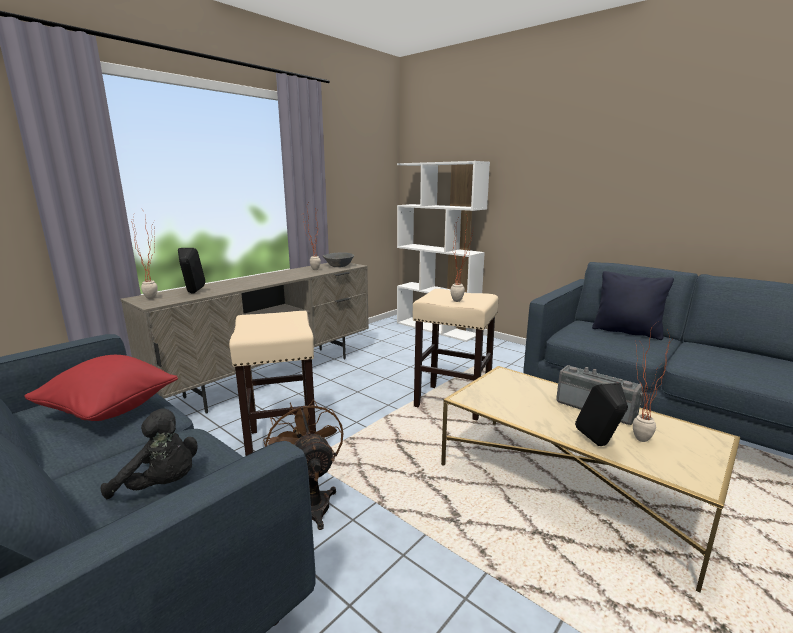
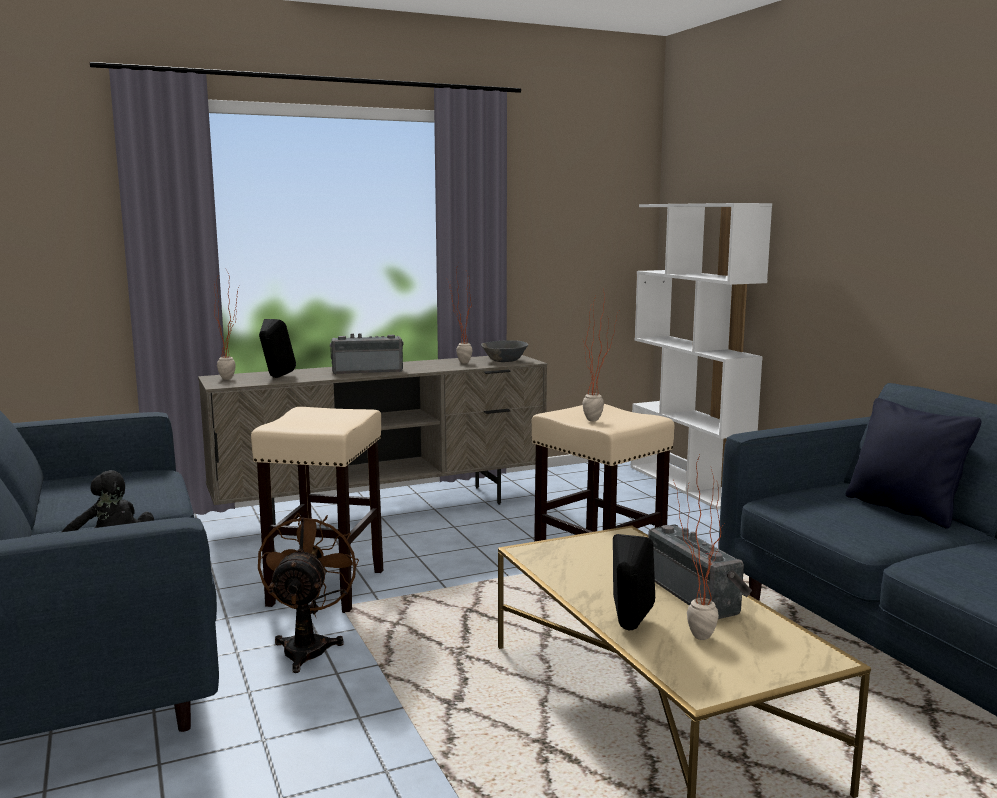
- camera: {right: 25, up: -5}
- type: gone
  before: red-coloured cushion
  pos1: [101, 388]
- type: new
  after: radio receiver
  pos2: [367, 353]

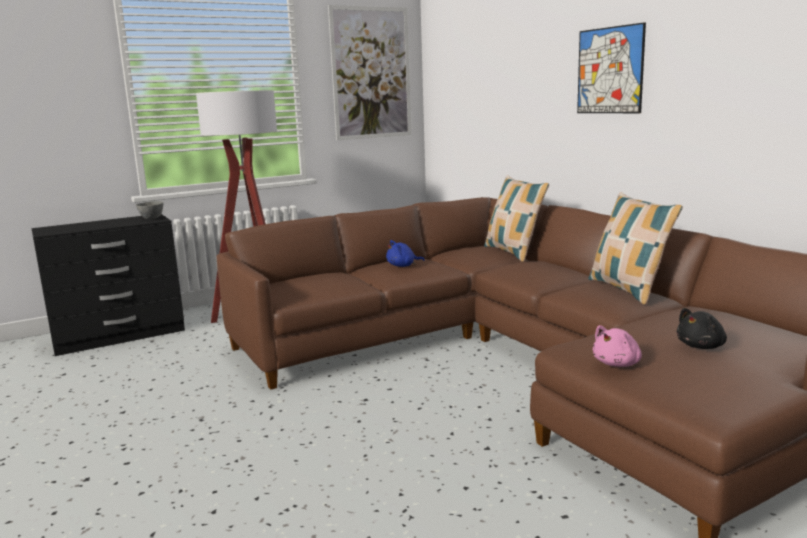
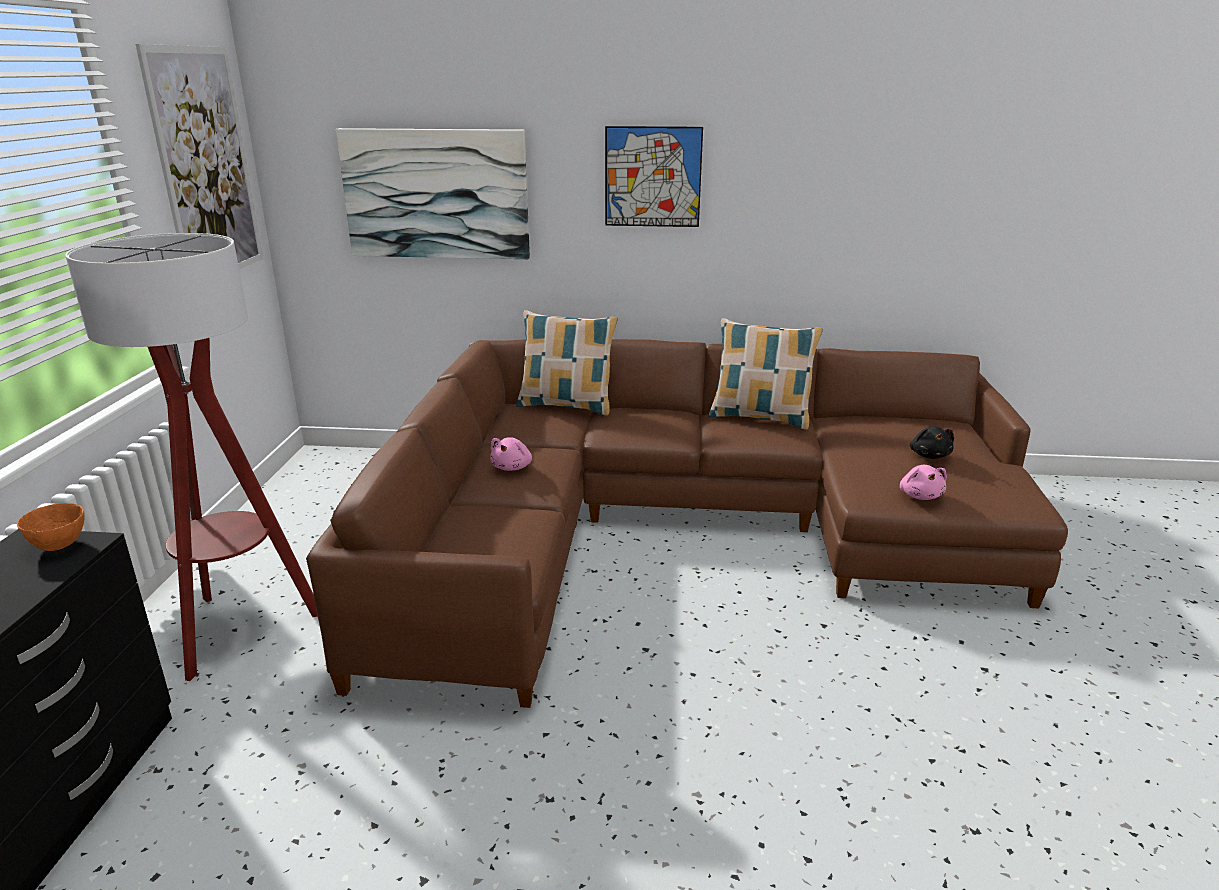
- camera: {right: -55, up: 10}
- type: repainted
  before: greyish serving bowl
  after: orange serving bowl
  pos1: [149, 210]
  pos2: [50, 527]
- type: repainted
  before: blue-coloured plush toy
  after: pinkish plush toy
  pos1: [405, 253]
  pos2: [511, 454]
- type: new
  after: wall picture
  pos2: [433, 193]

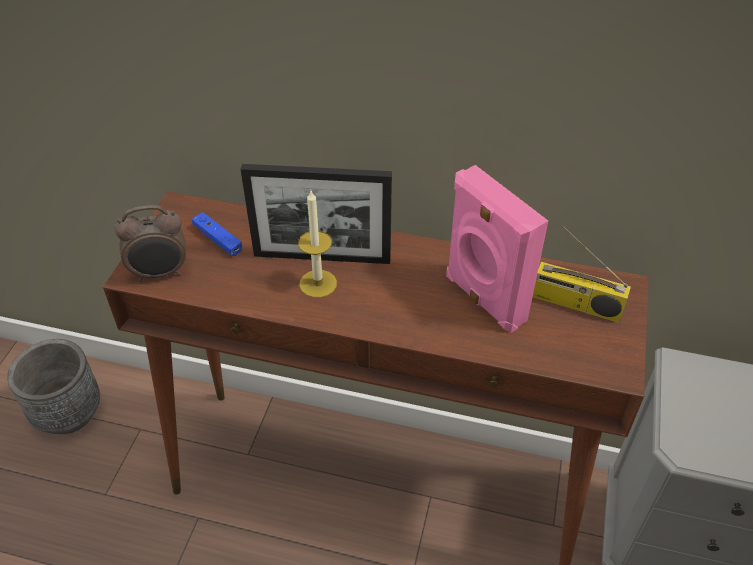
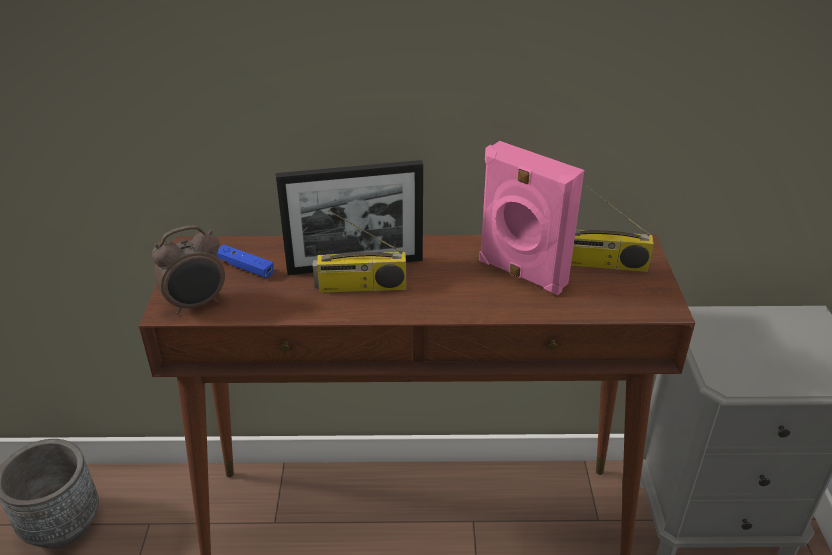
- camera: {right: -15, up: -10}
- type: swapped
  before: wax light
  after: radio receiver
  pos1: [317, 244]
  pos2: [359, 251]

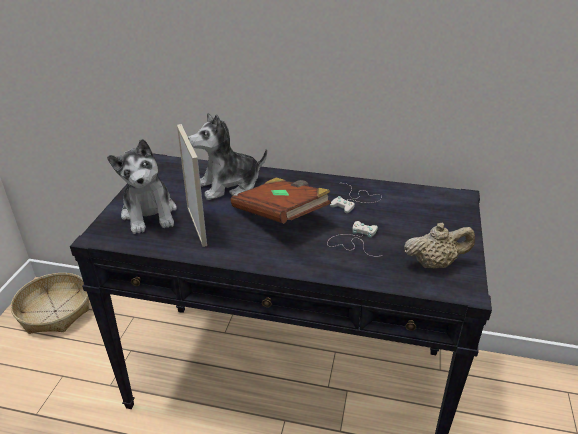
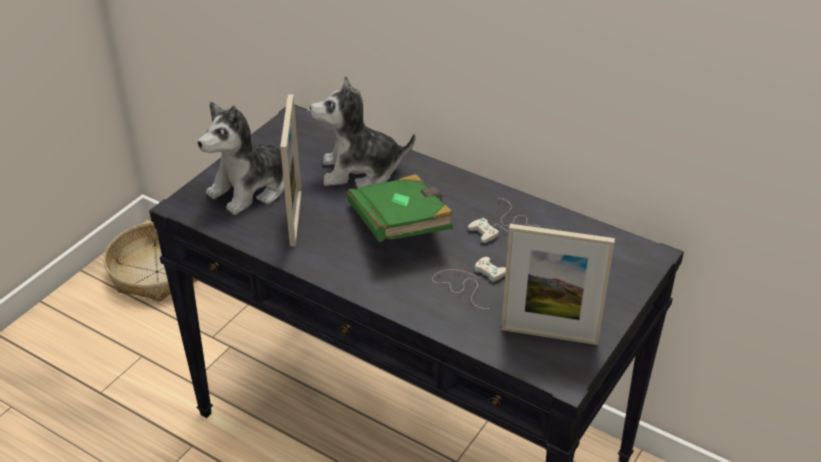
- camera: {right: 20, up: 5}
- type: rotated
  before: plush toy
  pos1: [142, 186]
  pos2: [240, 158]
  turn: 45
- type: repainted
  before: brown book
  after: greenish book
  pos1: [280, 201]
  pos2: [400, 208]
- type: swapped
  before: beige pot for tea
  after: picture frame
  pos1: [439, 245]
  pos2: [558, 284]

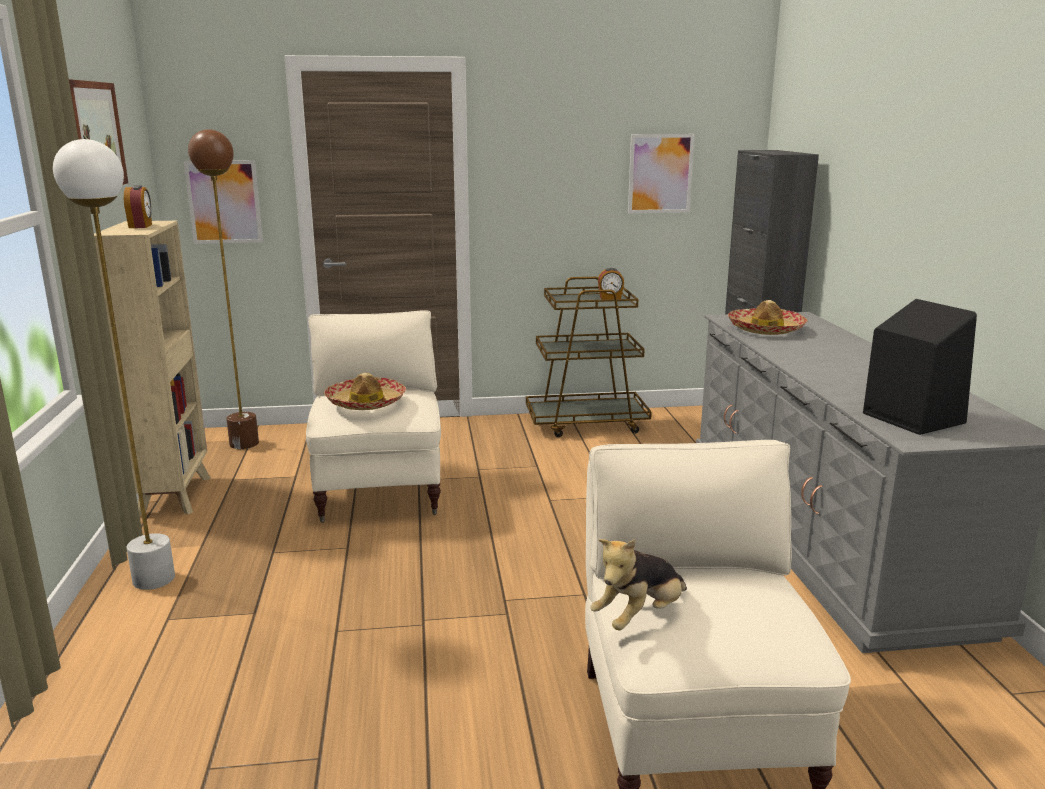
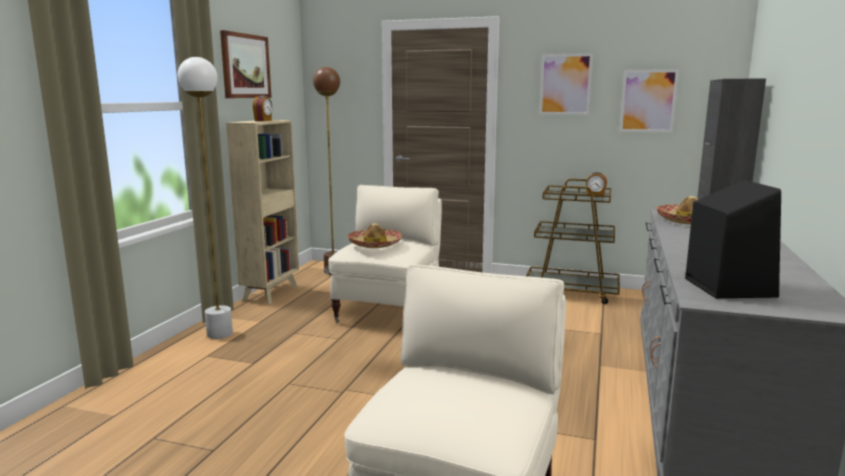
- camera: {right: 25, up: -5}
- type: shifted
  before: wall picture
  pos1: [223, 202]
  pos2: [566, 84]
- type: gone
  before: plush toy
  pos1: [638, 584]

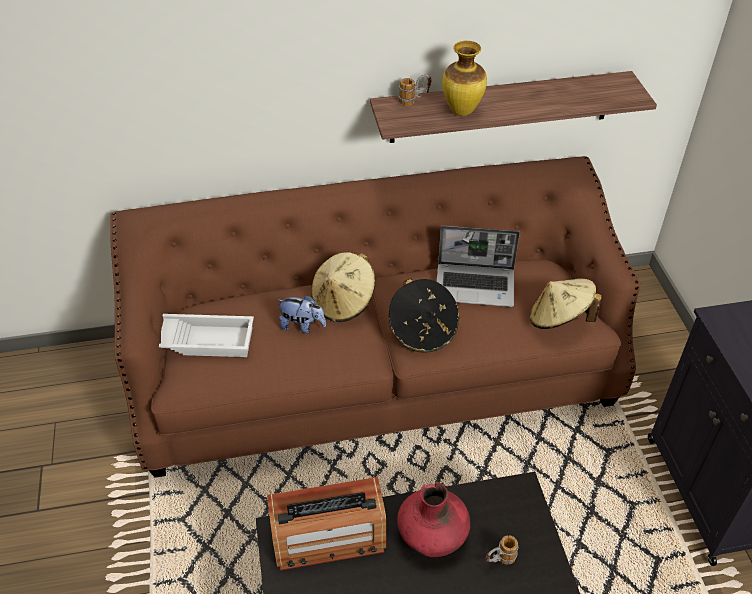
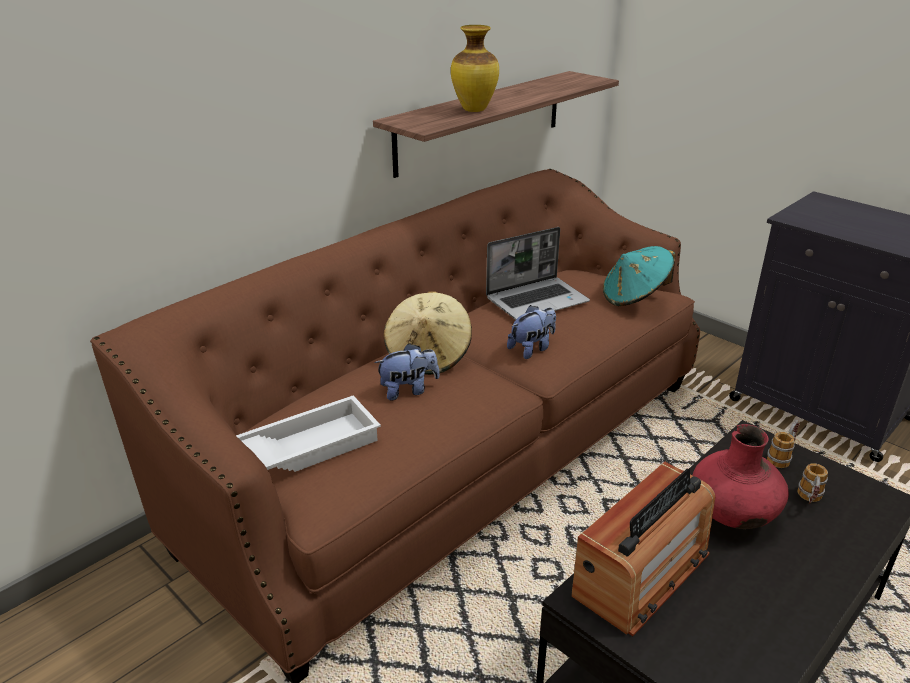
- camera: {right: -35, up: -15}
- type: swapped
  before: blackish wearable hat
  after: plush toy
  pos1: [424, 316]
  pos2: [531, 332]
- type: shifted
  before: mug
  pos1: [415, 90]
  pos2: [783, 444]
- type: repainted
  before: beige wearable hat
  after: blue-green wearable hat
  pos1: [566, 303]
  pos2: [639, 276]

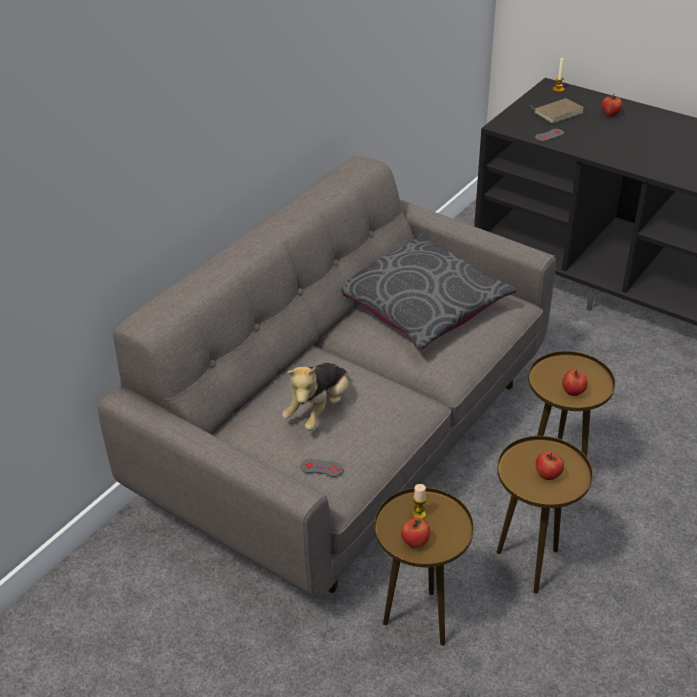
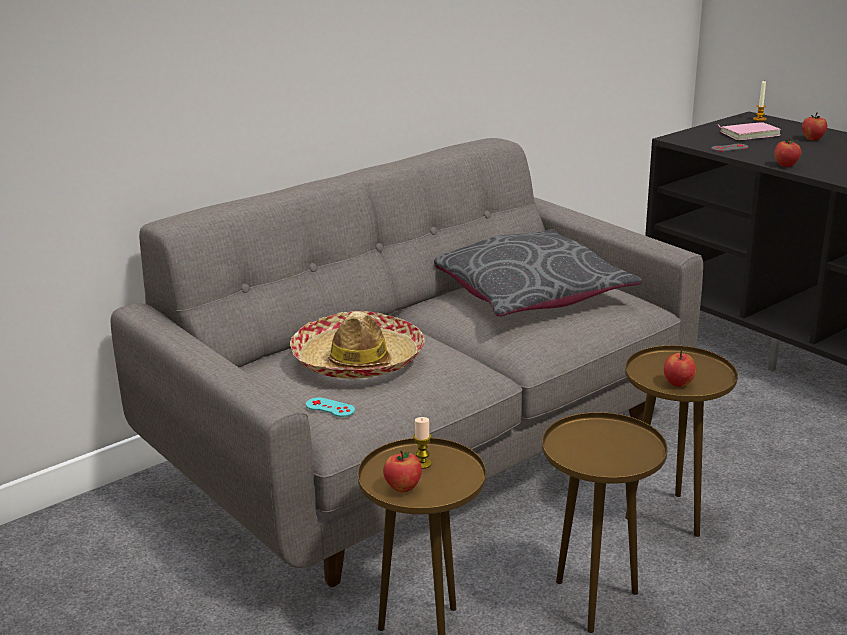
- camera: {right: 15, up: -15}
- type: swapped
  before: plush toy
  after: wearable hat
  pos1: [315, 397]
  pos2: [357, 345]
- type: repainted
  before: greyish gamepad
  after: blue-green gamepad
  pos1: [321, 468]
  pos2: [330, 407]
- type: repainted
  before: brown book
  after: pinkish book
  pos1: [556, 110]
  pos2: [749, 131]
- type: shifted
  before: whole apple
  pos1: [550, 465]
  pos2: [787, 152]

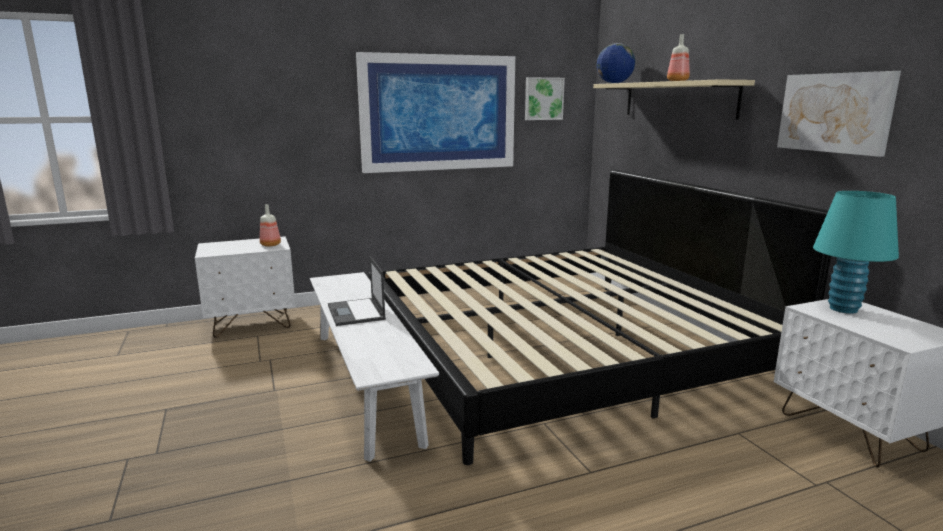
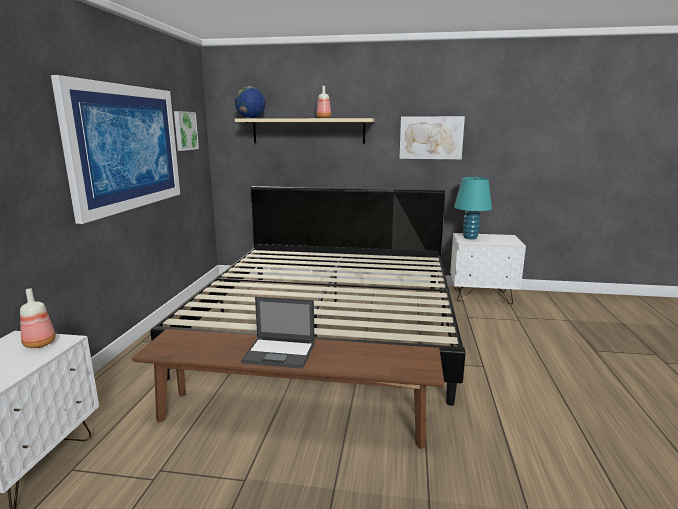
- camera: {right: -60, up: 0}
- type: repainted
  before: white bench
  after: brown bench
  pos1: [374, 367]
  pos2: [287, 389]

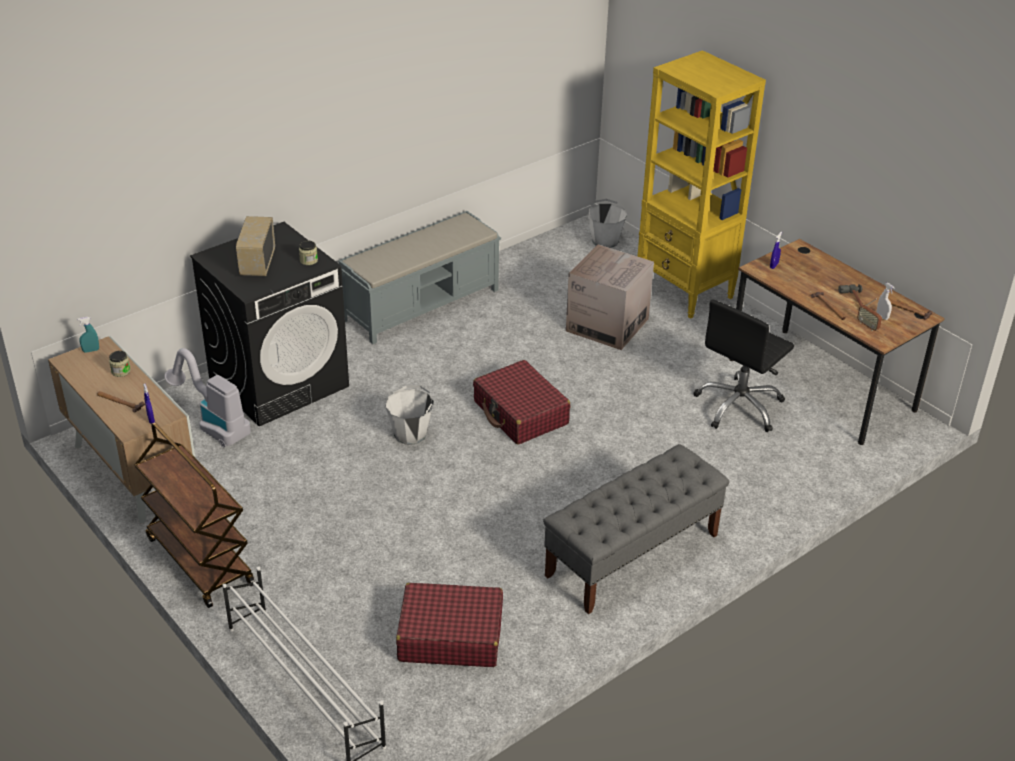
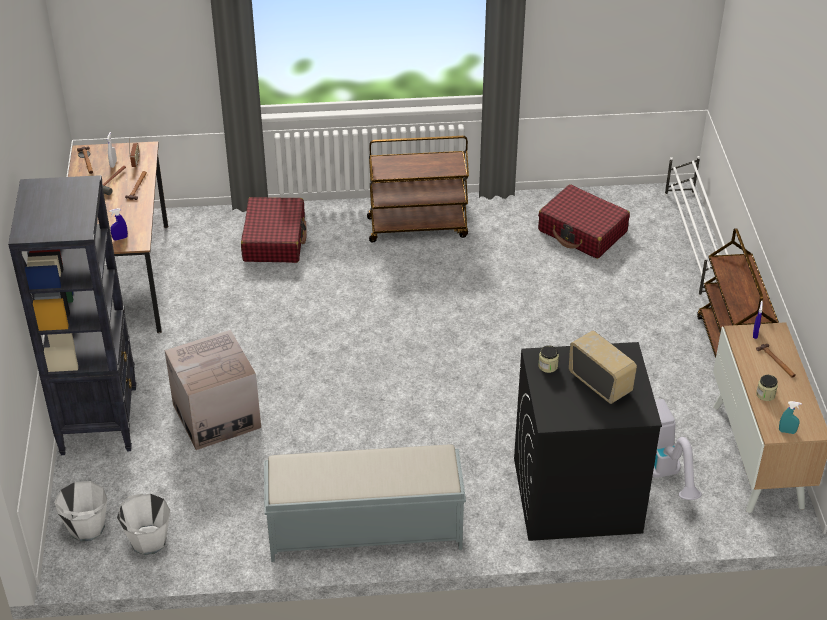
- camera: {right: -145, up: 5}
- type: rotated
  before: radio receiver
  pos1: [255, 246]
  pos2: [603, 367]
  turn: -75
- type: shifted
  before: white water bucket
  pos1: [409, 415]
  pos2: [143, 524]
- type: shifted
  before: red-coloured piece of luggage
  pos1: [521, 402]
  pos2: [274, 230]
- type: swapped
  before: greyish bench
  after: brown cart
  pos1: [636, 529]
  pos2: [418, 189]
- type: repainted
  before: yellow-coloured bookshelf
  after: blackish bookshelf
  pos1: [701, 184]
  pos2: [72, 315]
- type: gone
  before: blackish computer chair
  pos1: [743, 365]

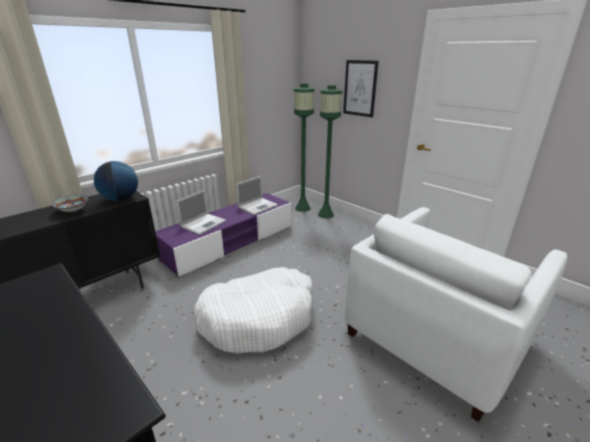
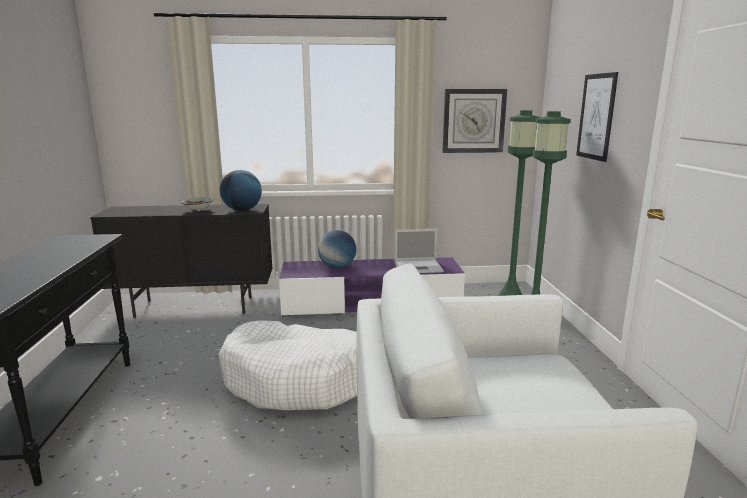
- camera: {right: 40, up: -10}
- type: swapped
  before: laptop
  after: globe
  pos1: [201, 212]
  pos2: [337, 249]
- type: new
  after: clock on the wall
  pos2: [474, 121]

